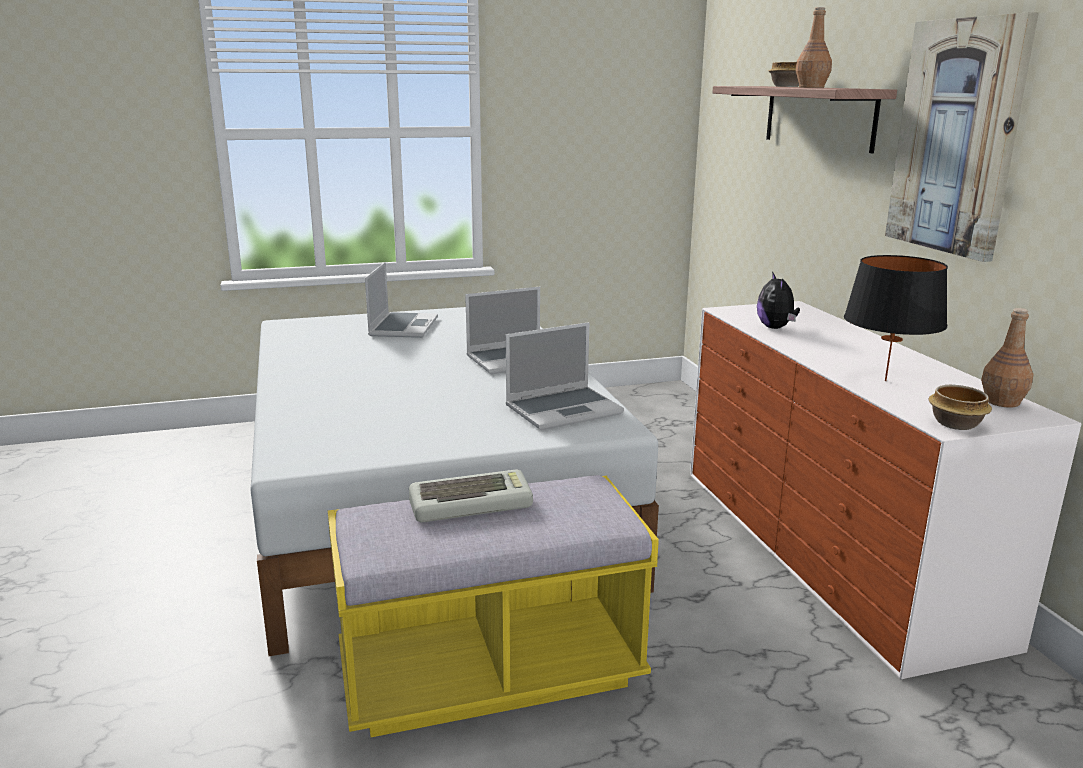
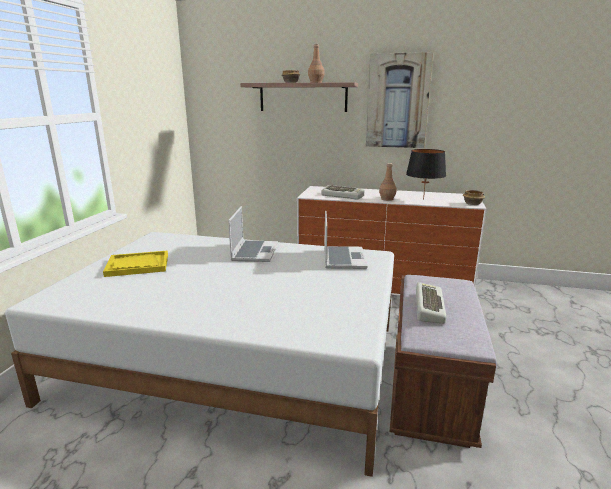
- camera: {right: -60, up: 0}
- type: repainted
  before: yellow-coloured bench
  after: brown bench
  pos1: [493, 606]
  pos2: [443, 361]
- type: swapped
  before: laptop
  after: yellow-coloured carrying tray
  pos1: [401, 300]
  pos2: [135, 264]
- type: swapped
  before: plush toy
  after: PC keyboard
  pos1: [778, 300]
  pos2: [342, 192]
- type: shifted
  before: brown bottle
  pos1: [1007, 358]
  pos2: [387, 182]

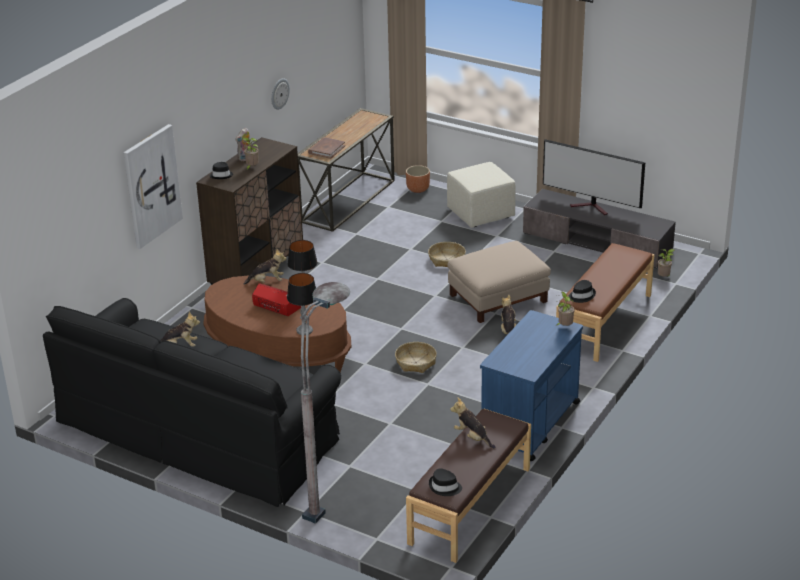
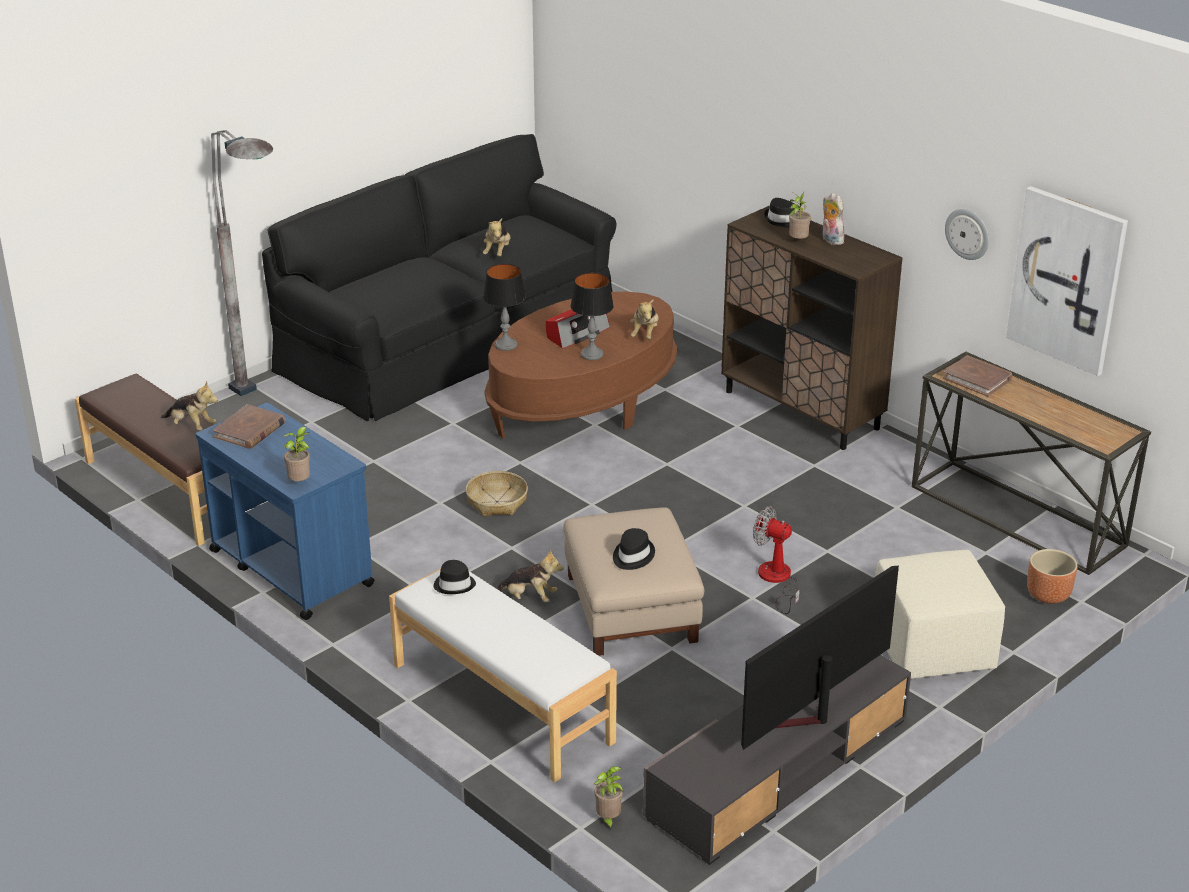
- camera: {right: 105, up: 0}
- type: shifted
  before: wall picture
  pos1: [153, 186]
  pos2: [1067, 281]
- type: swapped
  before: storage basket
  after: electric fan
  pos1: [447, 254]
  pos2: [776, 560]
- type: shifted
  before: blackish wearable hat
  pos1: [445, 482]
  pos2: [634, 549]
- type: rotated
  before: plush toy
  pos1: [473, 423]
  pos2: [189, 406]
  turn: 60
- type: repainted
  before: brown bench
  after: white bench
  pos1: [605, 302]
  pos2: [503, 675]
- type: new
  after: brown book
  pos2: [249, 426]

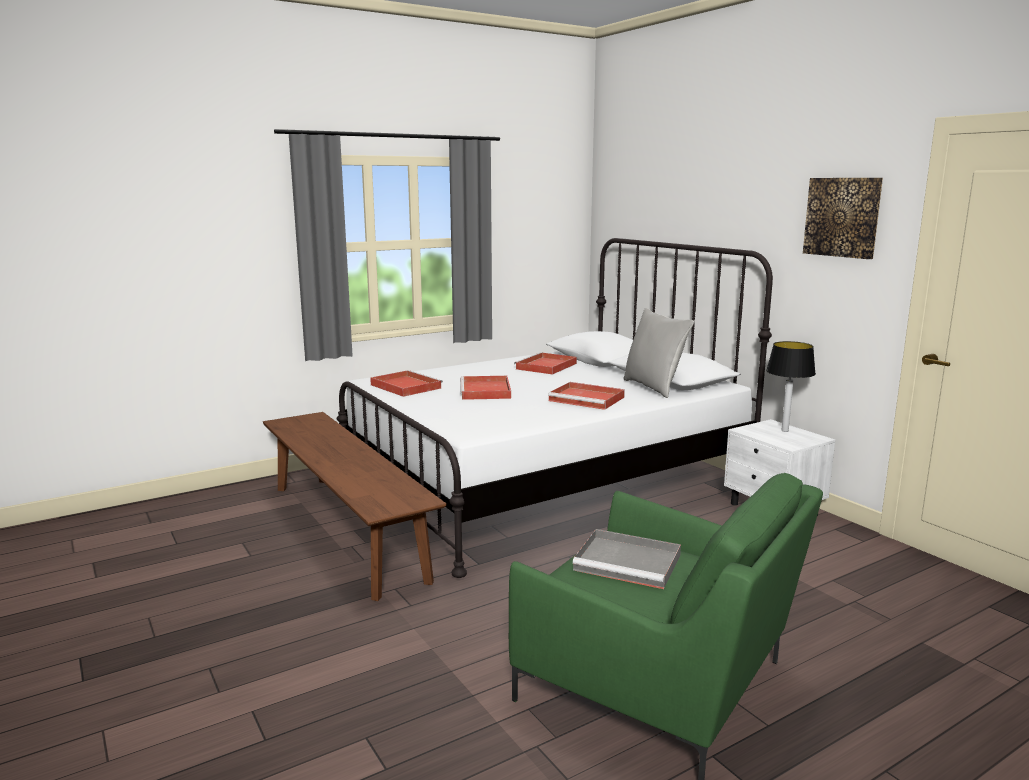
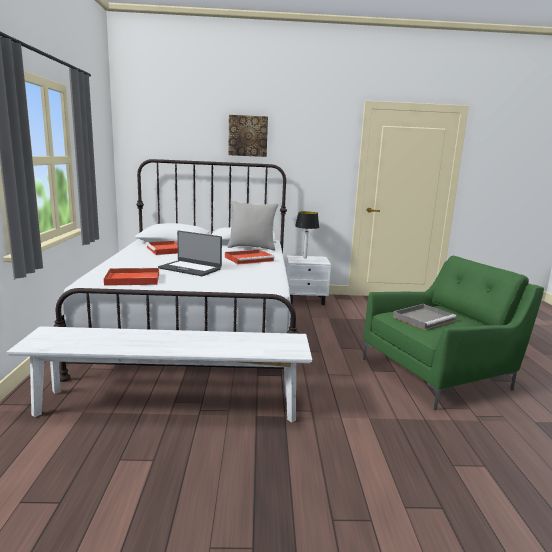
- camera: {right: -60, up: 0}
- type: repainted
  before: brown bench
  after: white bench
  pos1: [354, 506]
  pos2: [159, 374]
- type: swapped
  before: red-coloured carrying tray
  after: laptop
  pos1: [485, 388]
  pos2: [190, 253]
- type: shifted
  before: wall picture
  pos1: [843, 218]
  pos2: [248, 136]

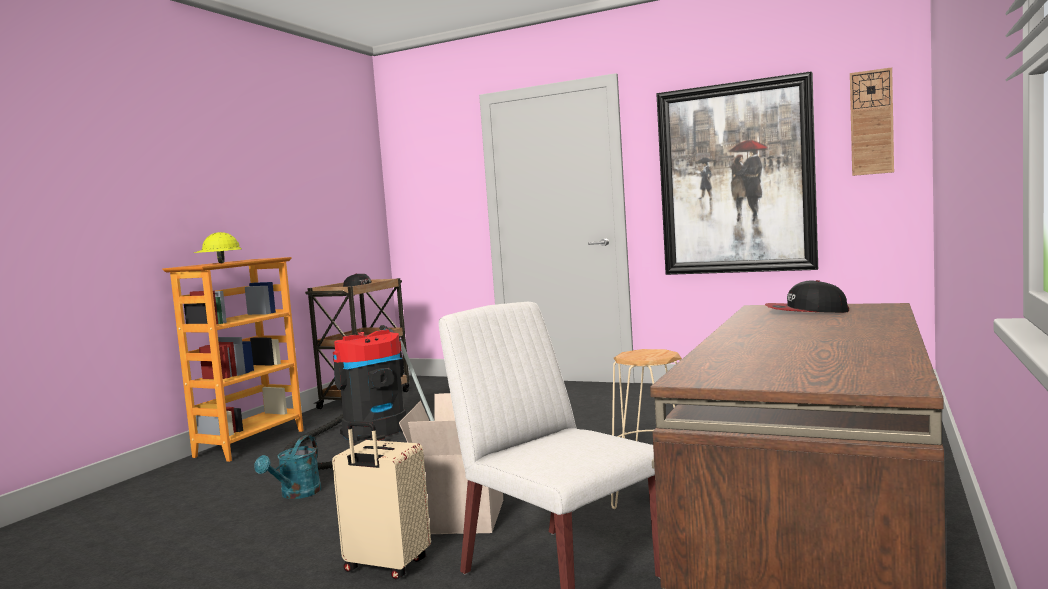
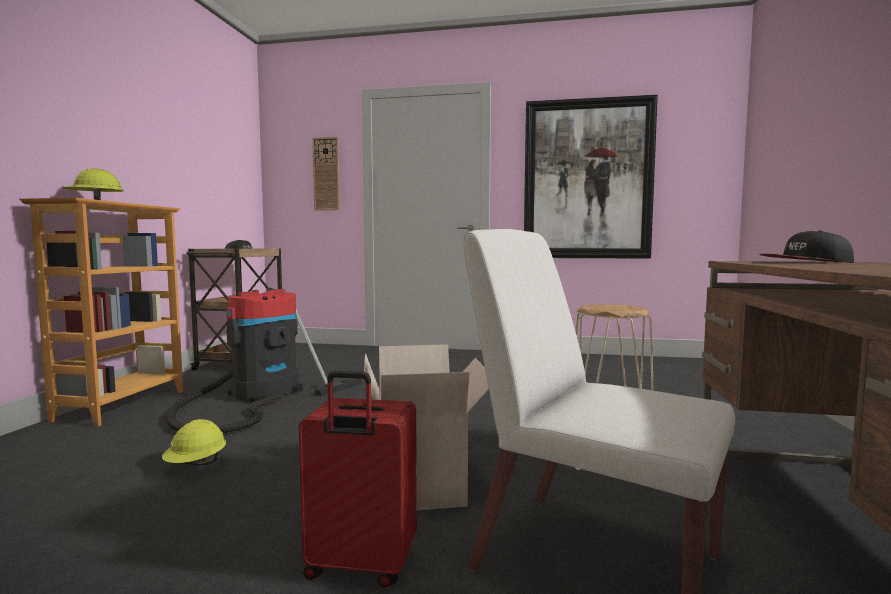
- camera: {right: -15, up: 0}
- type: swapped
  before: blue-green watering pot
  after: yellow-coloured safety helmet
  pos1: [288, 467]
  pos2: [194, 442]
- type: repainted
  before: beige piece of luggage
  after: red-coloured piece of luggage
  pos1: [381, 500]
  pos2: [358, 479]
- type: shifted
  before: clock on the wall
  pos1: [872, 121]
  pos2: [326, 173]

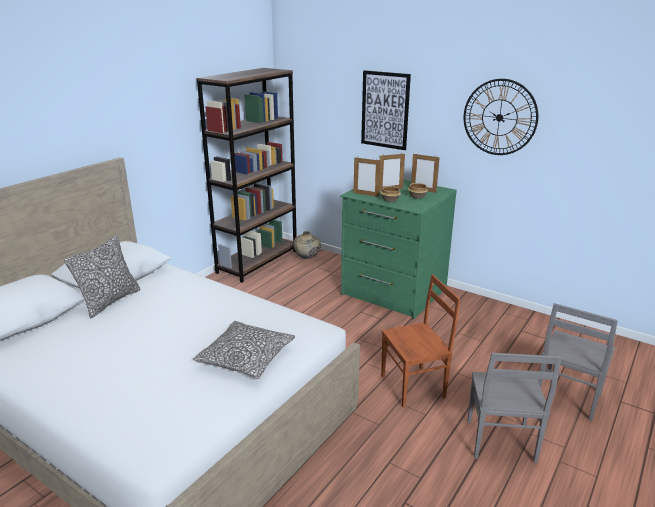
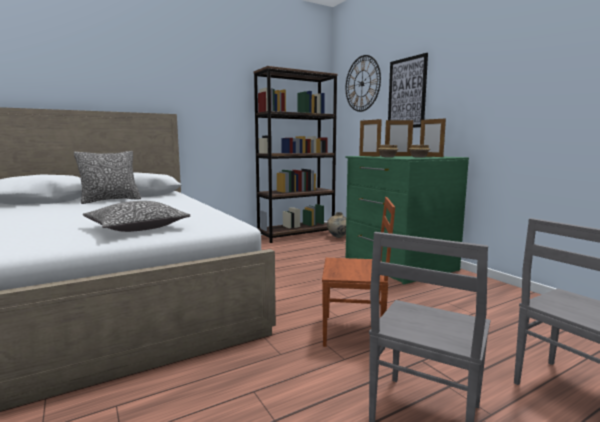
- camera: {right: 25, up: -15}
- type: shifted
  before: clock on the wall
  pos1: [501, 117]
  pos2: [363, 83]

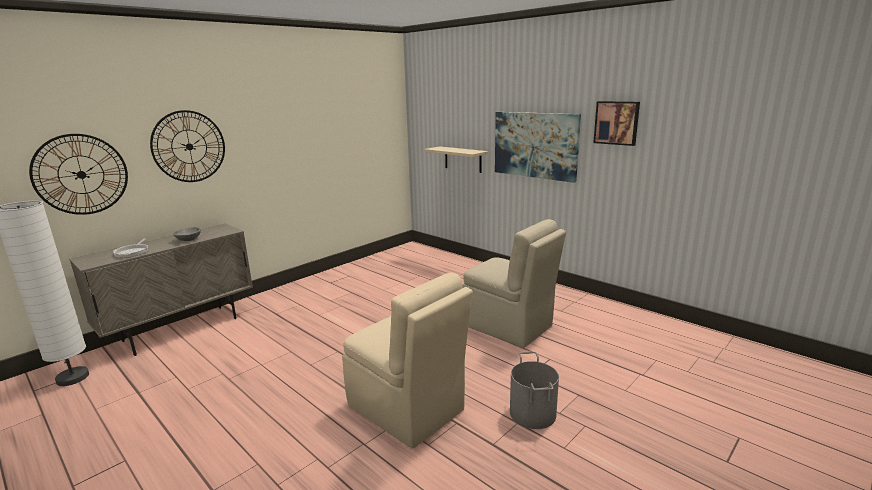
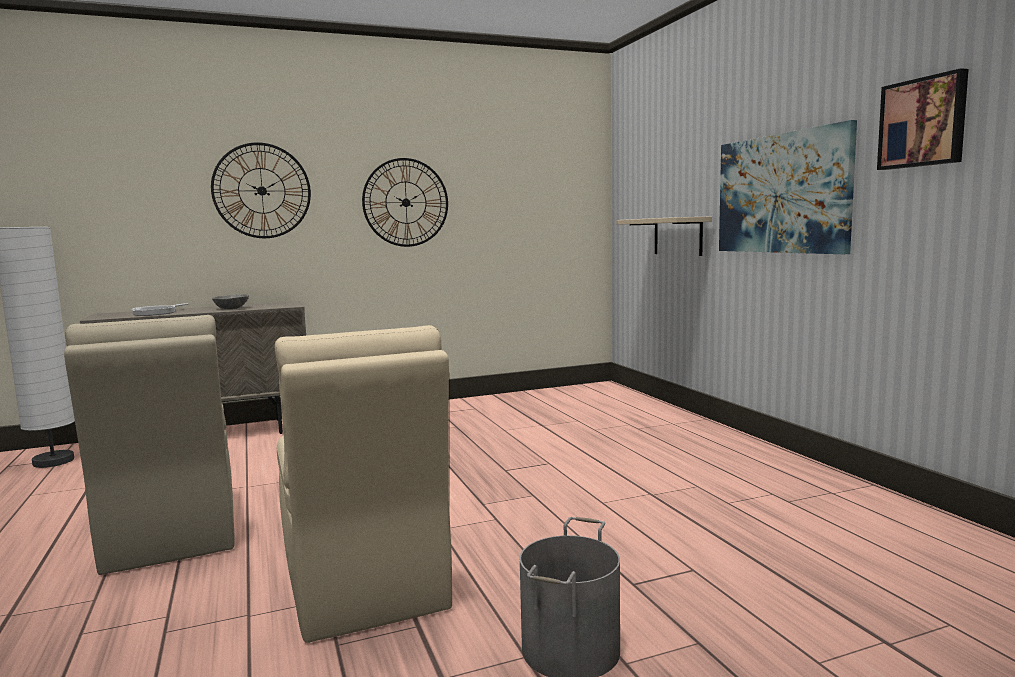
- camera: {right: 25, up: -10}
- type: shifted
  before: clock on the wall
  pos1: [78, 174]
  pos2: [405, 202]
- type: shifted
  before: beige chair
  pos1: [514, 283]
  pos2: [149, 445]

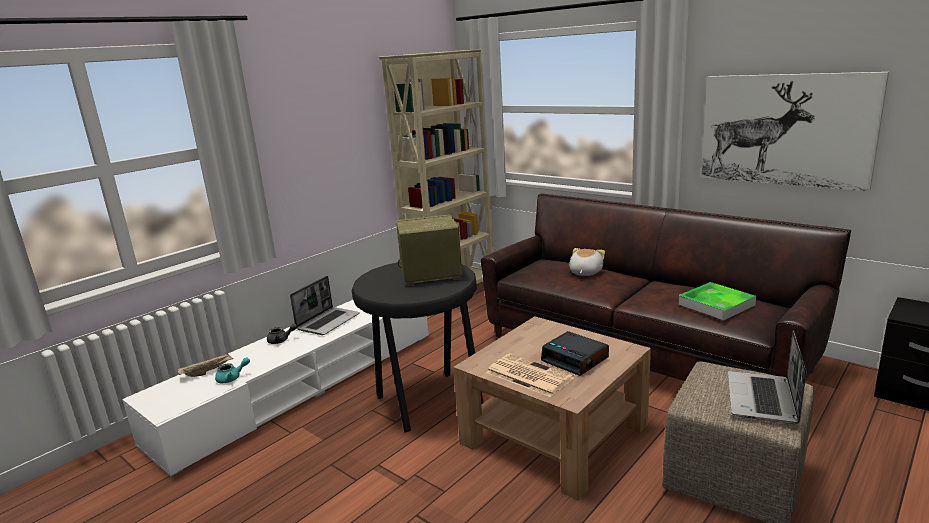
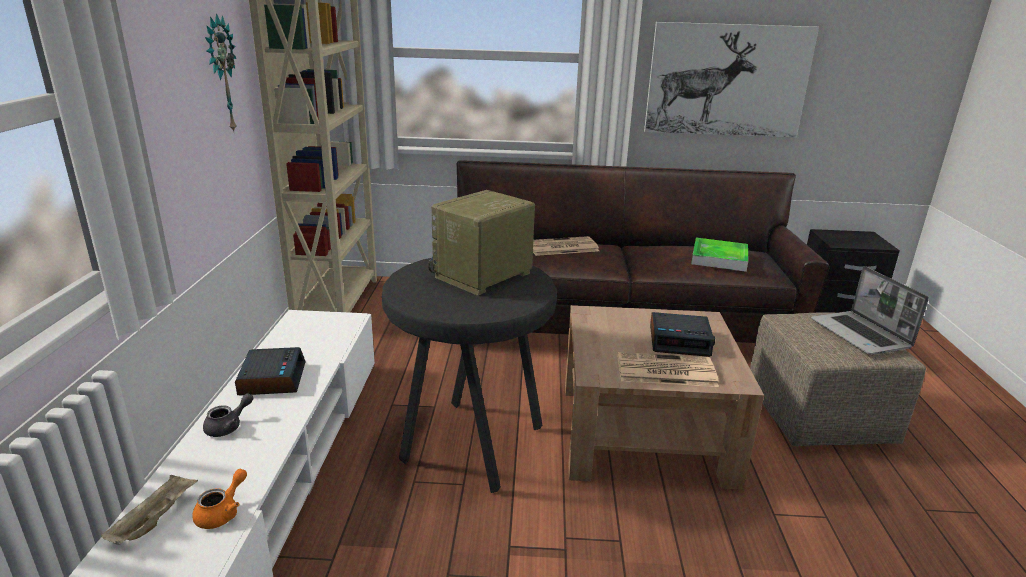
- camera: {right: -40, up: 5}
- type: repainted
  before: blue-green pot for tea
  after: orange pot for tea
  pos1: [232, 370]
  pos2: [219, 499]
- type: swapped
  before: laptop
  after: bedside clock
  pos1: [325, 305]
  pos2: [270, 371]
- type: swapped
  before: plush toy
  after: daily paper
  pos1: [587, 262]
  pos2: [566, 246]
- type: new
  after: clock on the wall
  pos2: [220, 72]

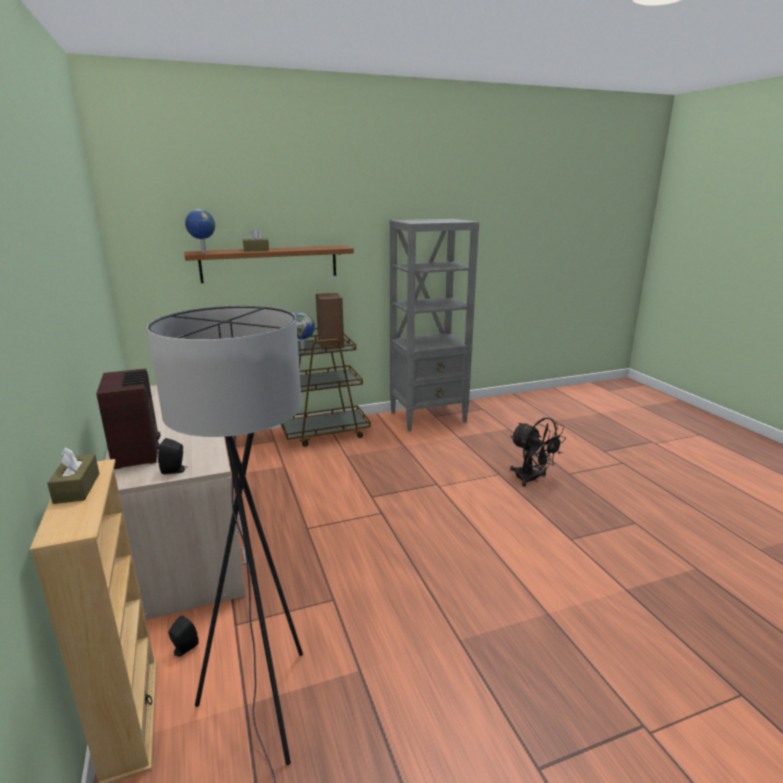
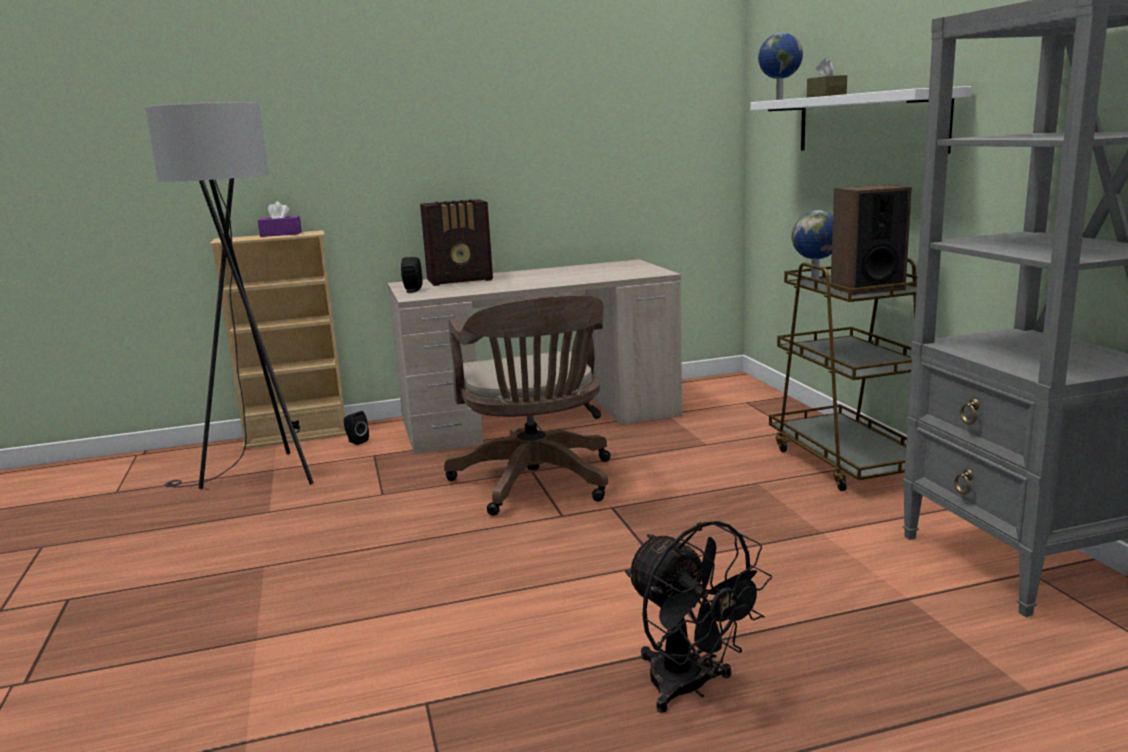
- camera: {right: 95, up: -5}
- type: repainted
  before: brown tissue box
  after: purplish tissue box
  pos1: [73, 475]
  pos2: [280, 219]
- type: repainted
  before: brown shelf
  after: white shelf
  pos1: [269, 264]
  pos2: [861, 120]
- type: rotated
  before: blackish electric fan
  pos1: [538, 452]
  pos2: [698, 617]
  turn: -90
- type: new
  after: brown computer chair
  pos2: [527, 405]

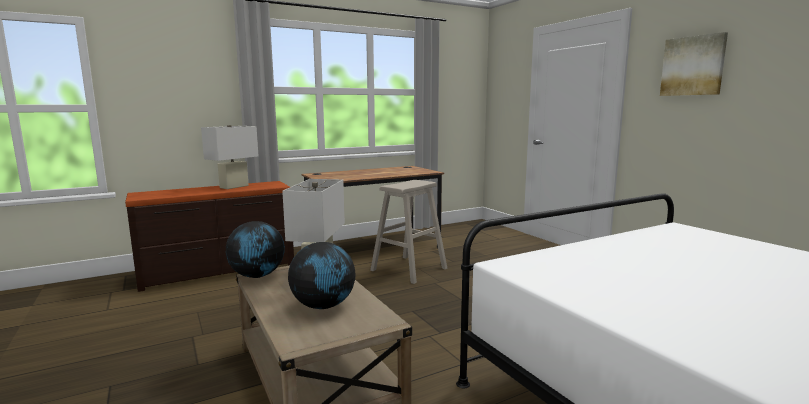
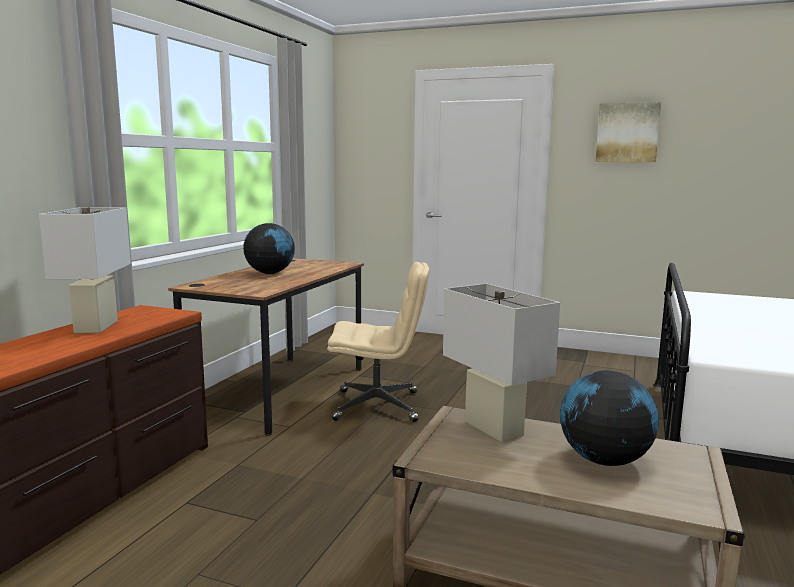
- camera: {right: -40, up: 0}
- type: shifted
  before: globe
  pos1: [255, 249]
  pos2: [269, 248]
- type: swapped
  before: beige stool seat
  after: beige computer chair
  pos1: [408, 232]
  pos2: [378, 342]

